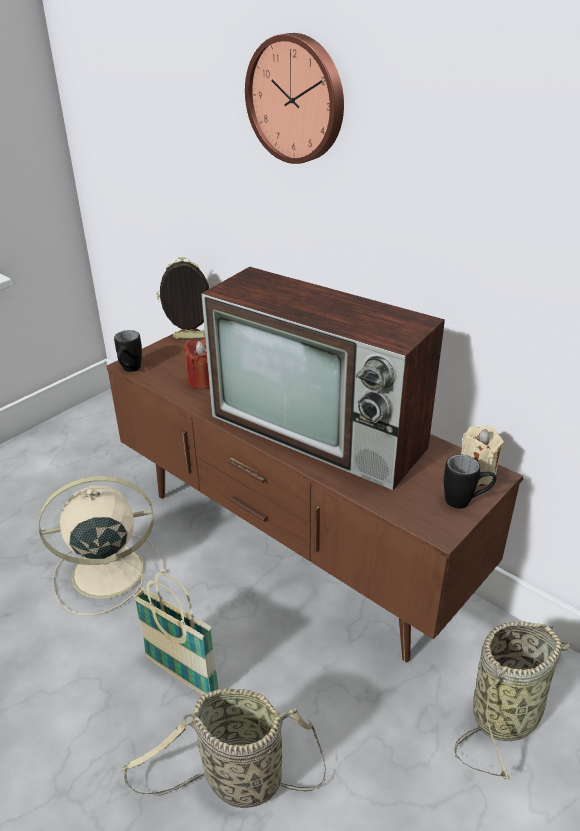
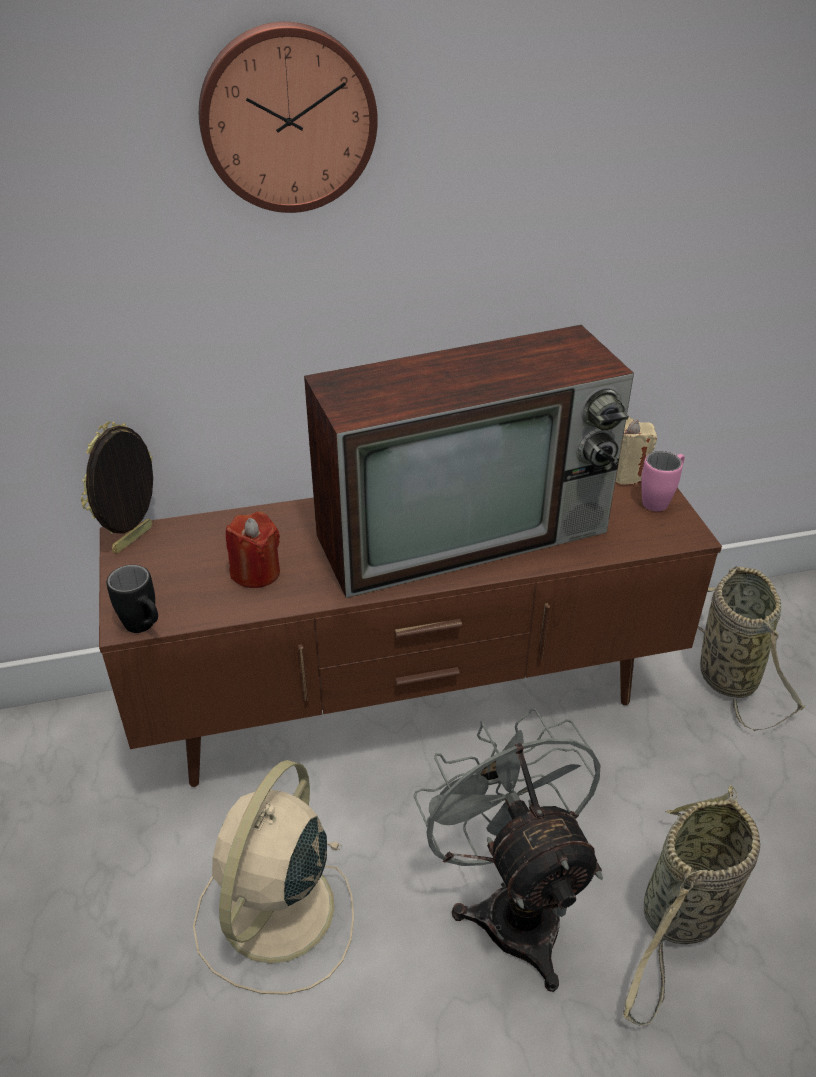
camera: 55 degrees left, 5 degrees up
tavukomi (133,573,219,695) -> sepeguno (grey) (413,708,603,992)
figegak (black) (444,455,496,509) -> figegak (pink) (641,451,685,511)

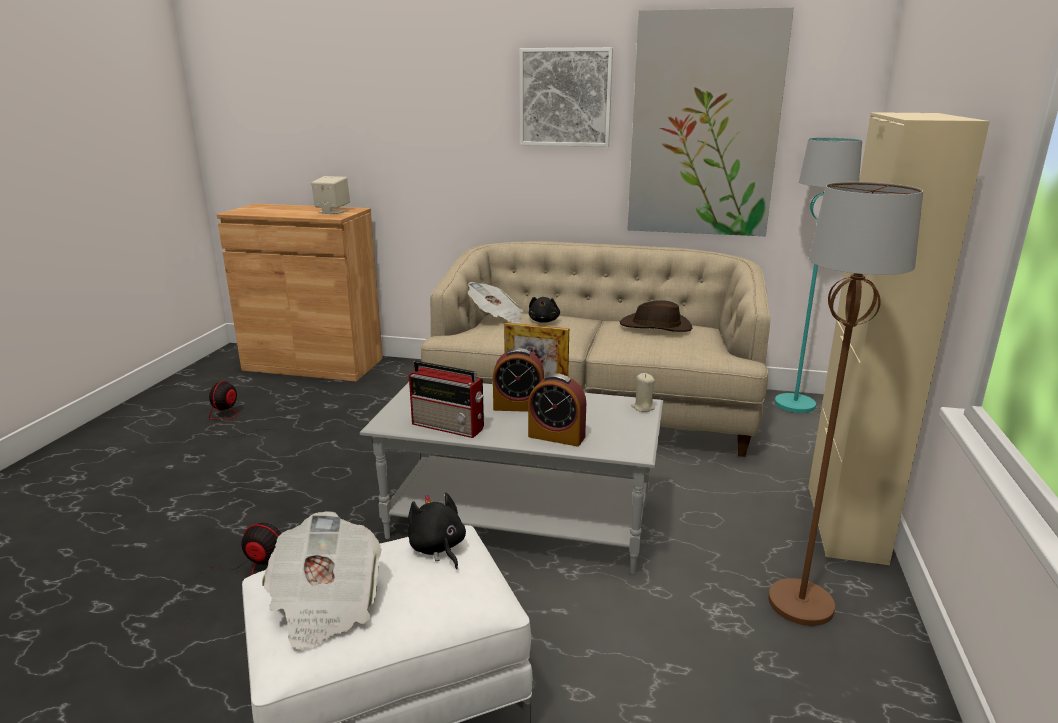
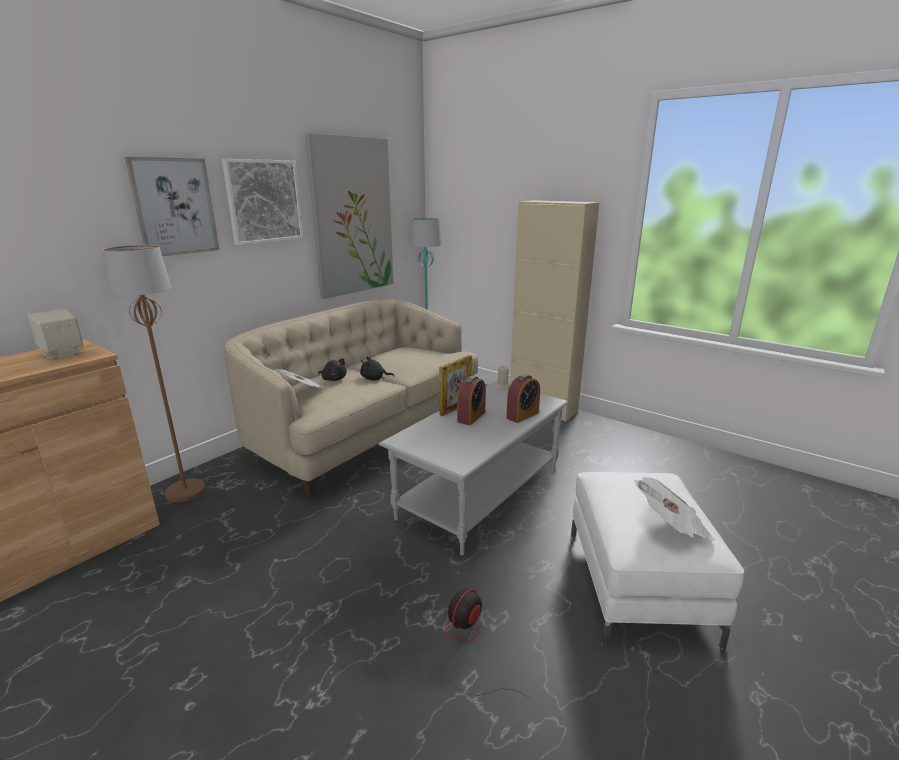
camera: 65 degrees left, 0 degrees up
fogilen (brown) (768,182,923,626) -> fogilen (brown) (102,245,206,502), relocated
none -> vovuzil (125,157,220,256)
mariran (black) (408,492,466,569) -> mariran (black) (360,356,394,380), relocated
sepeguno (209,381,273,438) -> none
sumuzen (409,361,484,438) -> none
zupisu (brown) (620,300,692,332) -> none

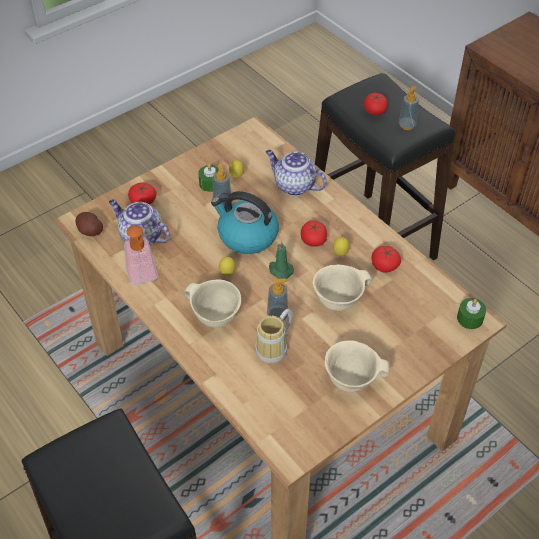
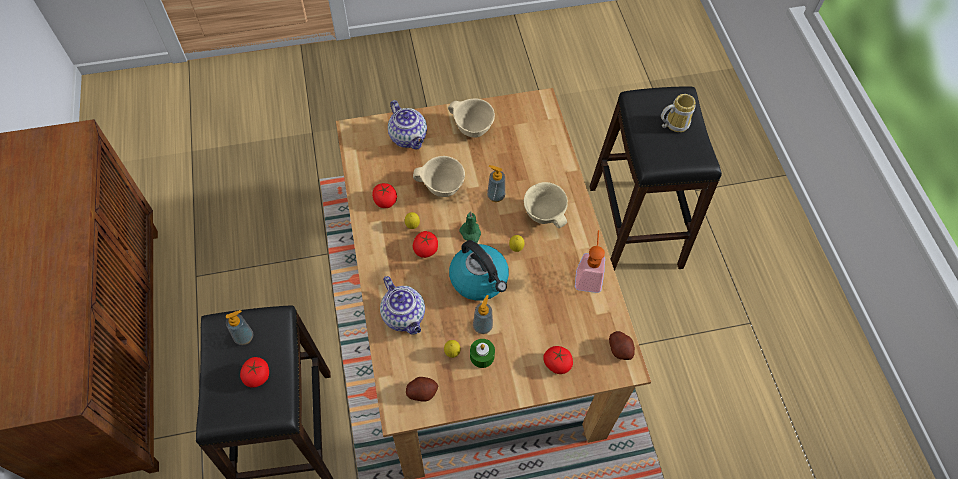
camera: 155 degrees left, 10 degrees up
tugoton (109,199,170,245) -> tugoton (388,100,427,149), relocated
none -> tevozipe (406,377,438,402)
figegak (255,309,293,364) -> figegak (661,94,696,132), relocated
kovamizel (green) (457,298,486,329) -> none

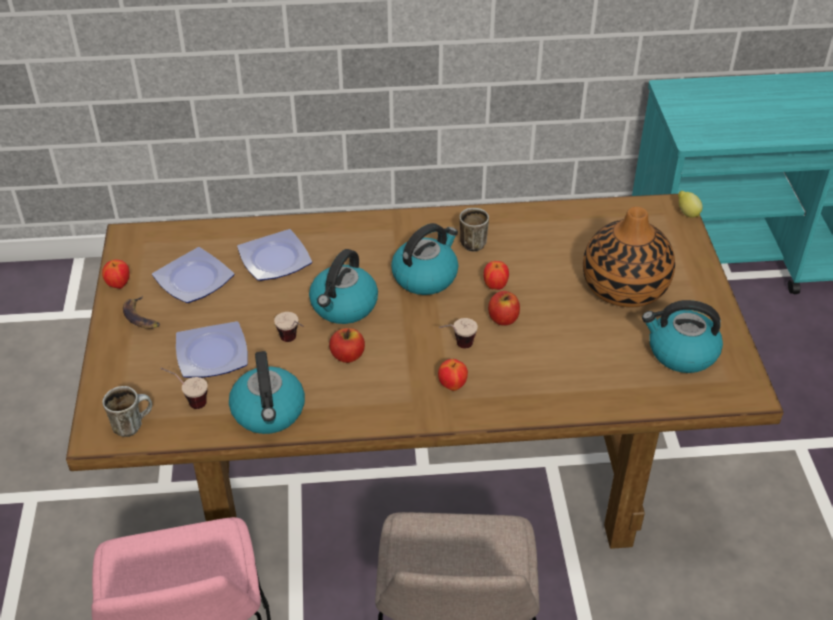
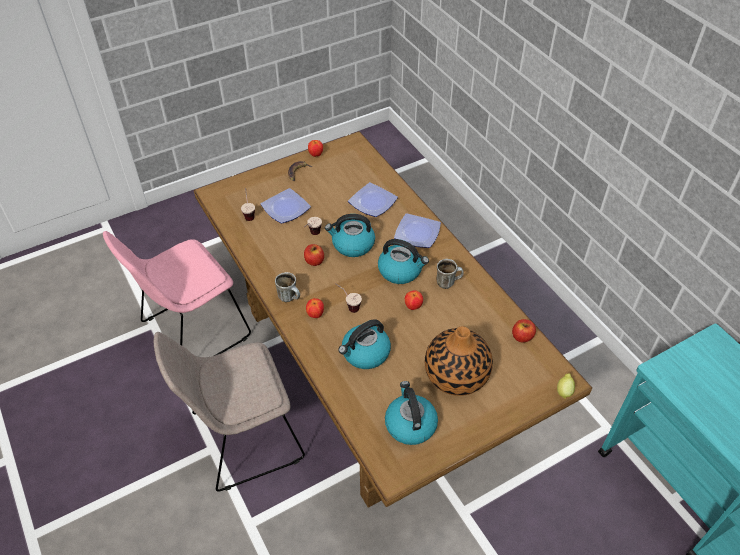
camera: 65 degrees right, 5 degrees up
figegak (102,386,152,437) -> figegak (275,272,300,302), relocated
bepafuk (229,351,305,434) -> bepafuk (338,319,391,369), relocated
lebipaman (152,247,234,303) -> lebipaman (394,213,441,248), relocated
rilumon (488,291,520,326) -> rilumon (512,319,536,343), relocated

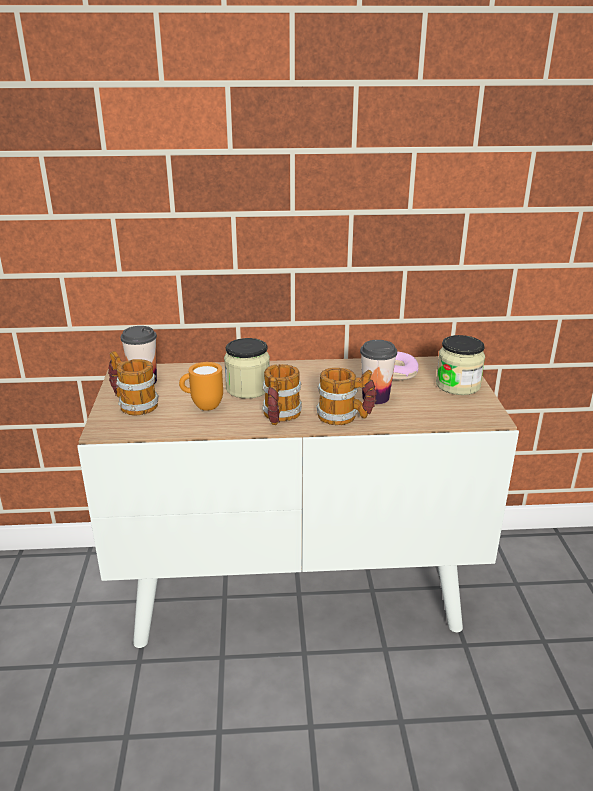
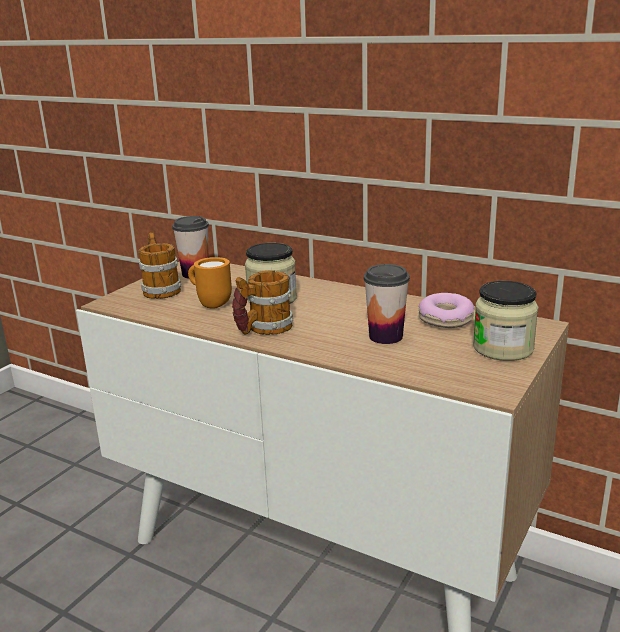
camera: 35 degrees right, 5 degrees down
figegak (316,368,377,425) -> none

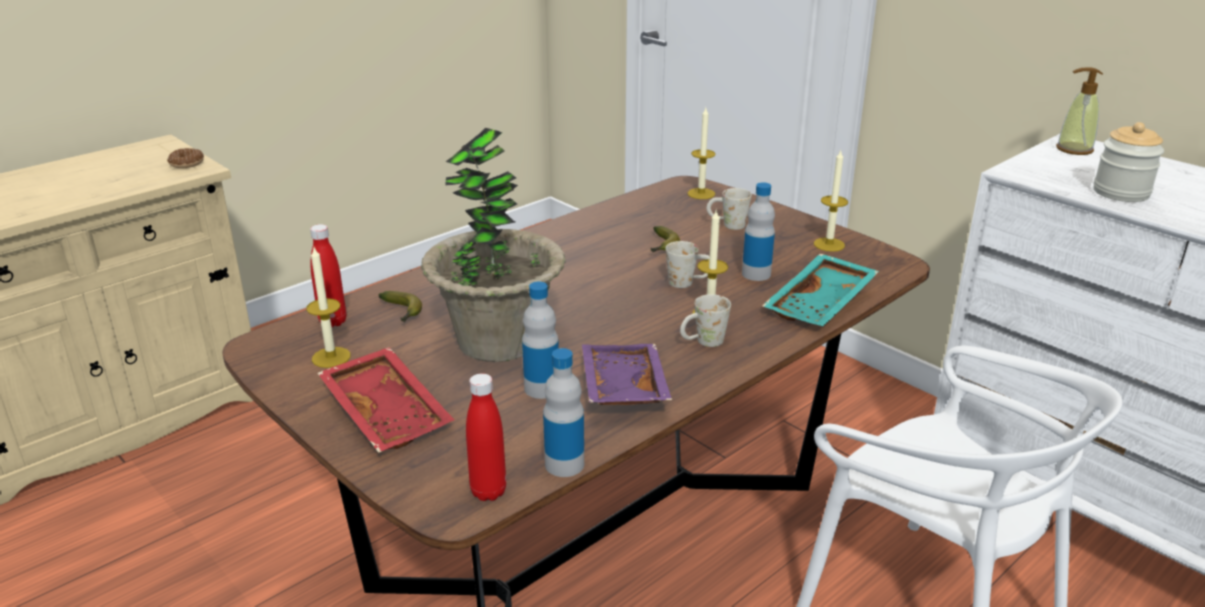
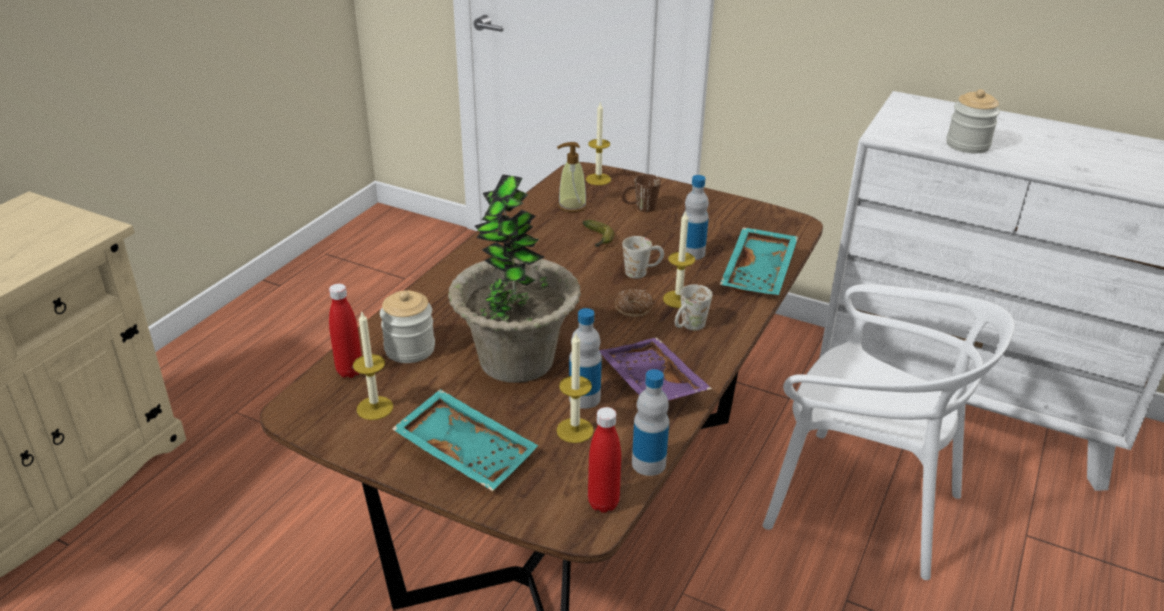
camera: 20 degrees left, 5 degrees up
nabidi (379,291,422,322) -> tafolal (380,290,435,363)
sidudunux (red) (317,347,454,453) -> sidudunux (turquoise) (392,389,538,491)
kovamizel (814,151,848,252) -> kovamizel (556,333,594,443), relocated
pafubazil (1056,68,1103,155) -> pafubazil (557,142,587,212), relocated
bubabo (167,148,204,168) -> bubabo (615,289,653,317), relocated
figegak (white) (706,188,752,230) -> figegak (brown) (621,174,661,212)

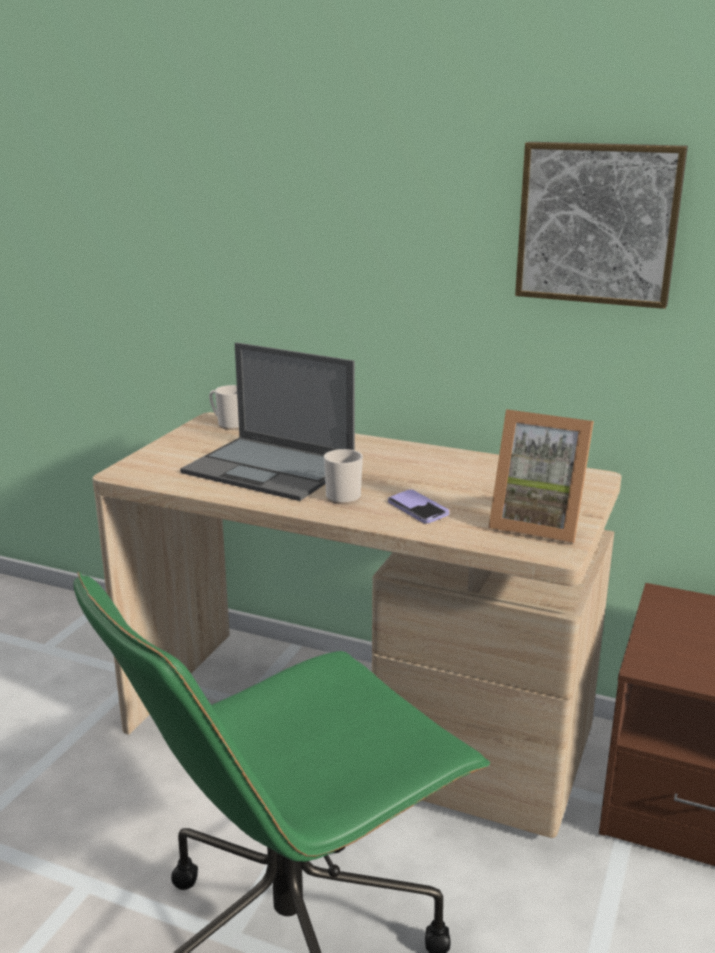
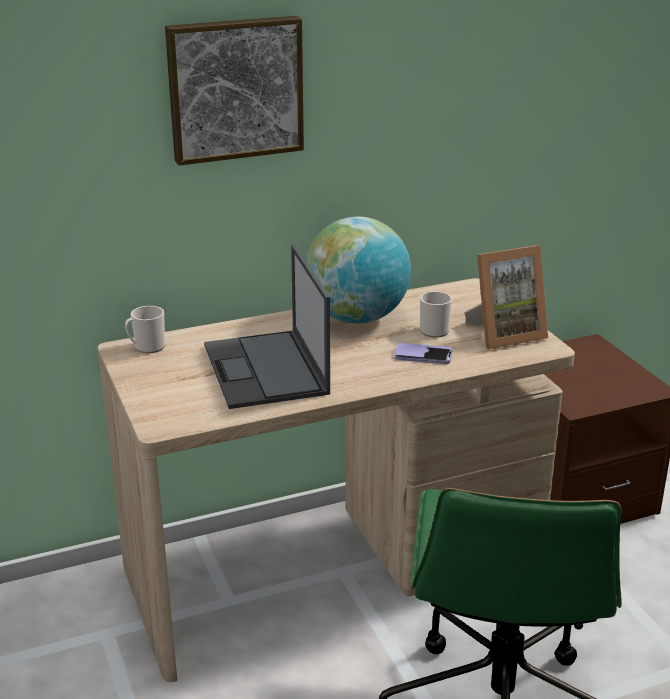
camera: 45 degrees left, 5 degrees up
vovuzil (515,142,688,309) -> vovuzil (165,16,304,166), relocated
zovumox (180,342,355,501) -> zovumox (204,244,330,409), 90 degrees clockwise
none -> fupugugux (305,217,411,324)
figegak (324,449,363,504) -> figegak (420,291,452,338), relocated

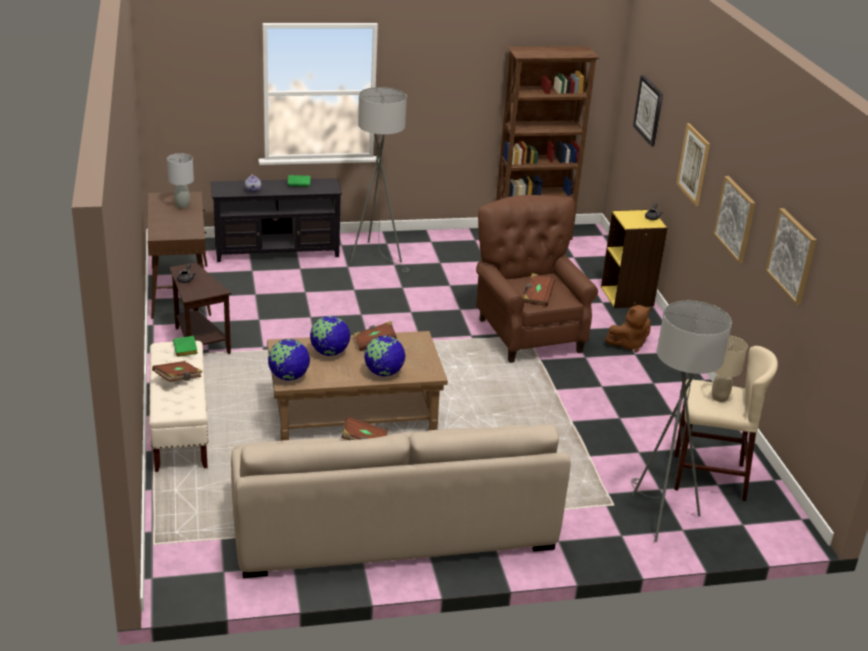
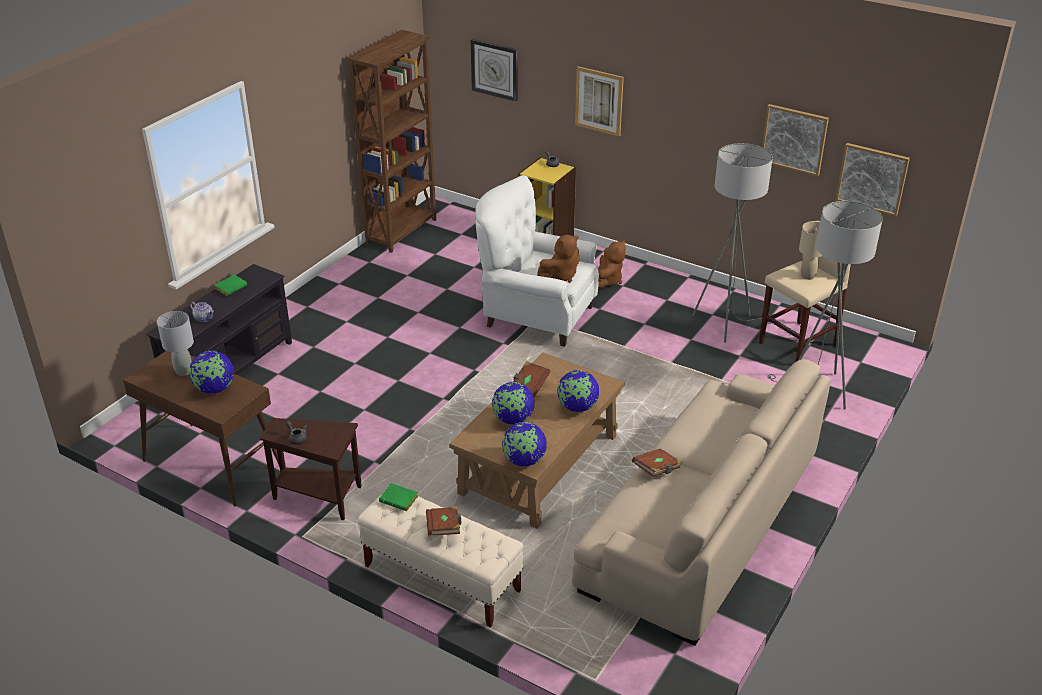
camera: 45 degrees left, 5 degrees up
none -> fupugugux (189,351,234,394)
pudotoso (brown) (476,195,598,363) -> pudotoso (white) (475,175,599,347)
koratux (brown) (524,273,556,306) -> mariran (brown) (537,235,579,283)
fogilen (grey) (350,87,410,272) -> fogilen (grey) (692,143,773,343), relocated
vovuzil (713,176,756,263) -> vovuzil (836,143,910,216), relocated

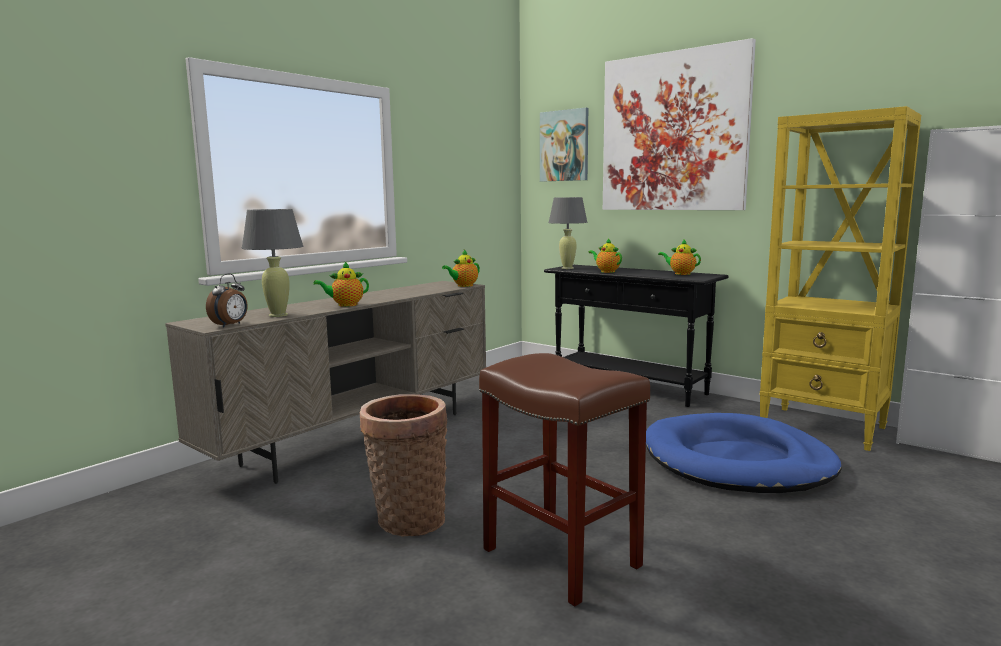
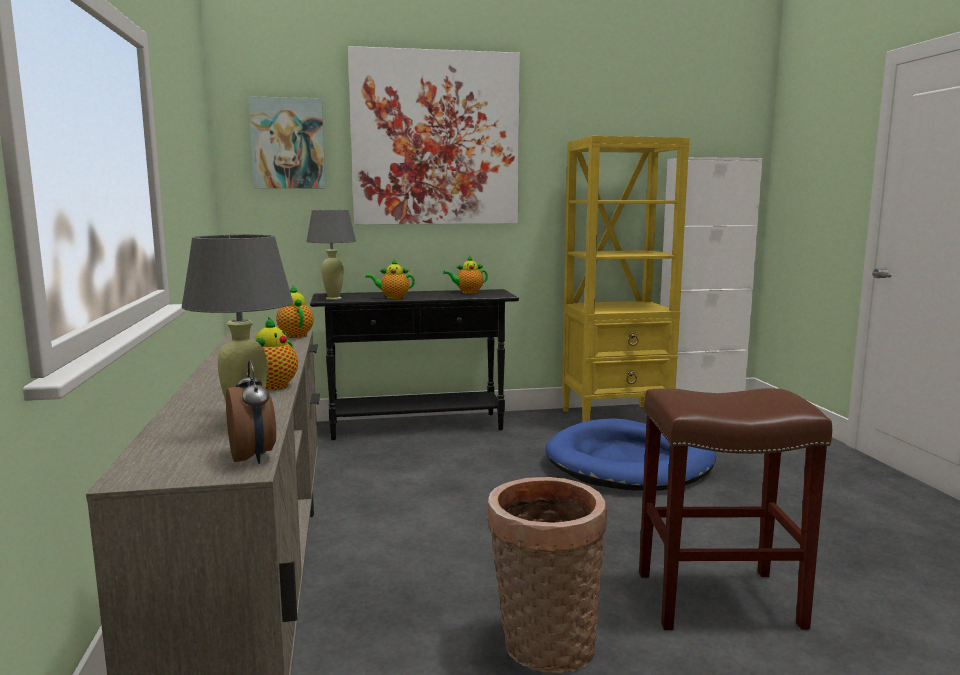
camera: 50 degrees left, 0 degrees up
tugoton (442,250,480,287) -> tugoton (276,285,314,338), 150 degrees clockwise

